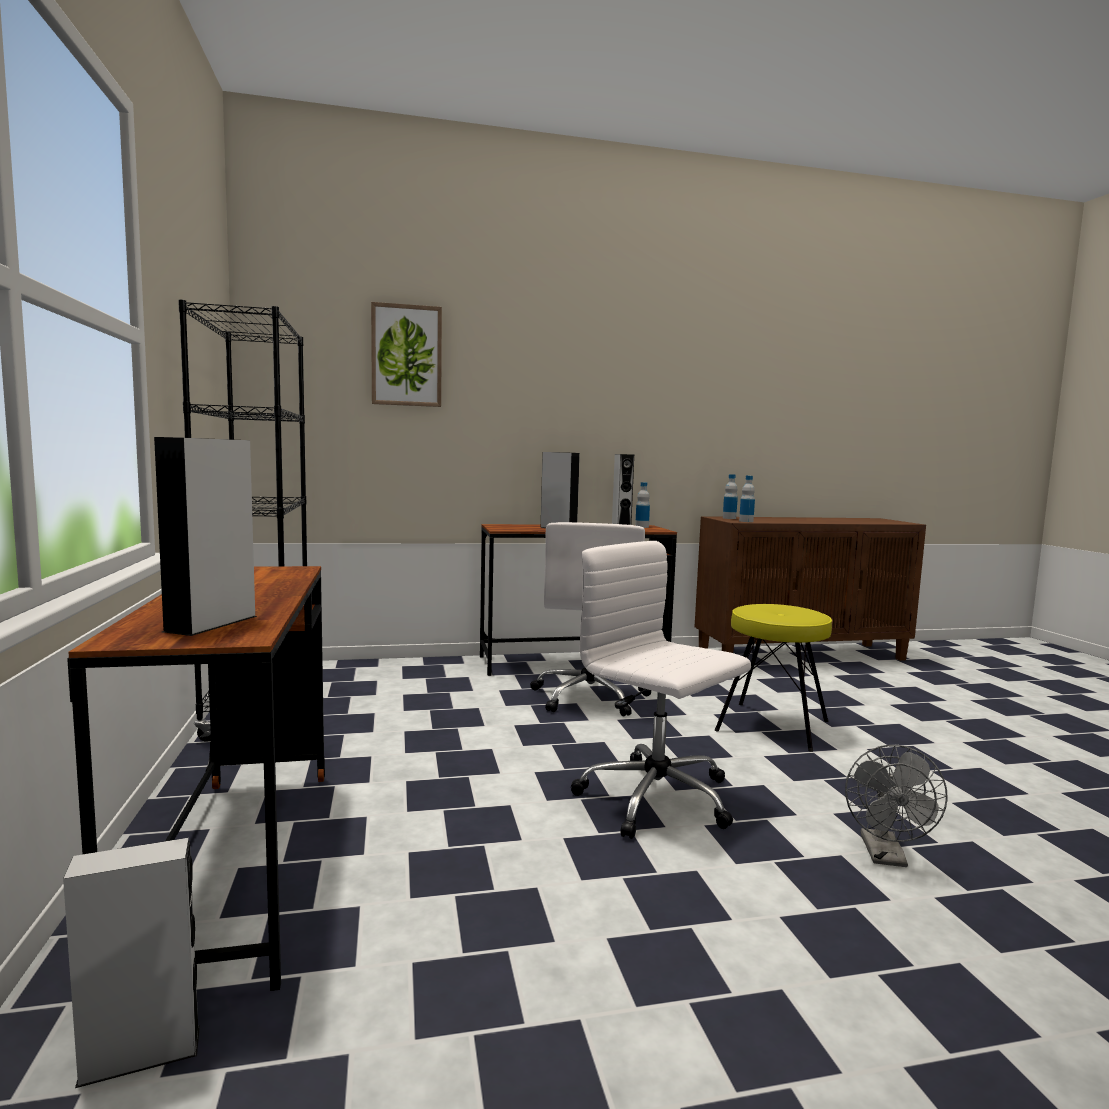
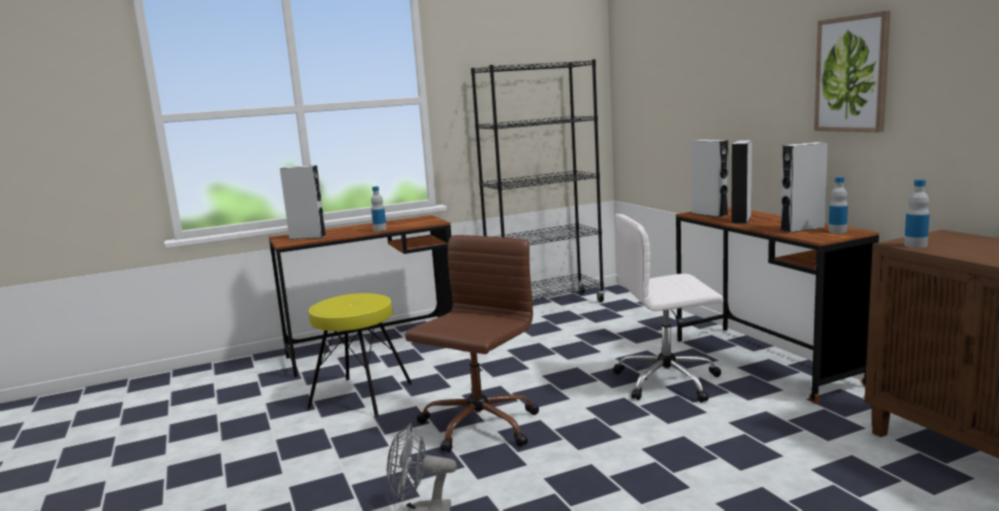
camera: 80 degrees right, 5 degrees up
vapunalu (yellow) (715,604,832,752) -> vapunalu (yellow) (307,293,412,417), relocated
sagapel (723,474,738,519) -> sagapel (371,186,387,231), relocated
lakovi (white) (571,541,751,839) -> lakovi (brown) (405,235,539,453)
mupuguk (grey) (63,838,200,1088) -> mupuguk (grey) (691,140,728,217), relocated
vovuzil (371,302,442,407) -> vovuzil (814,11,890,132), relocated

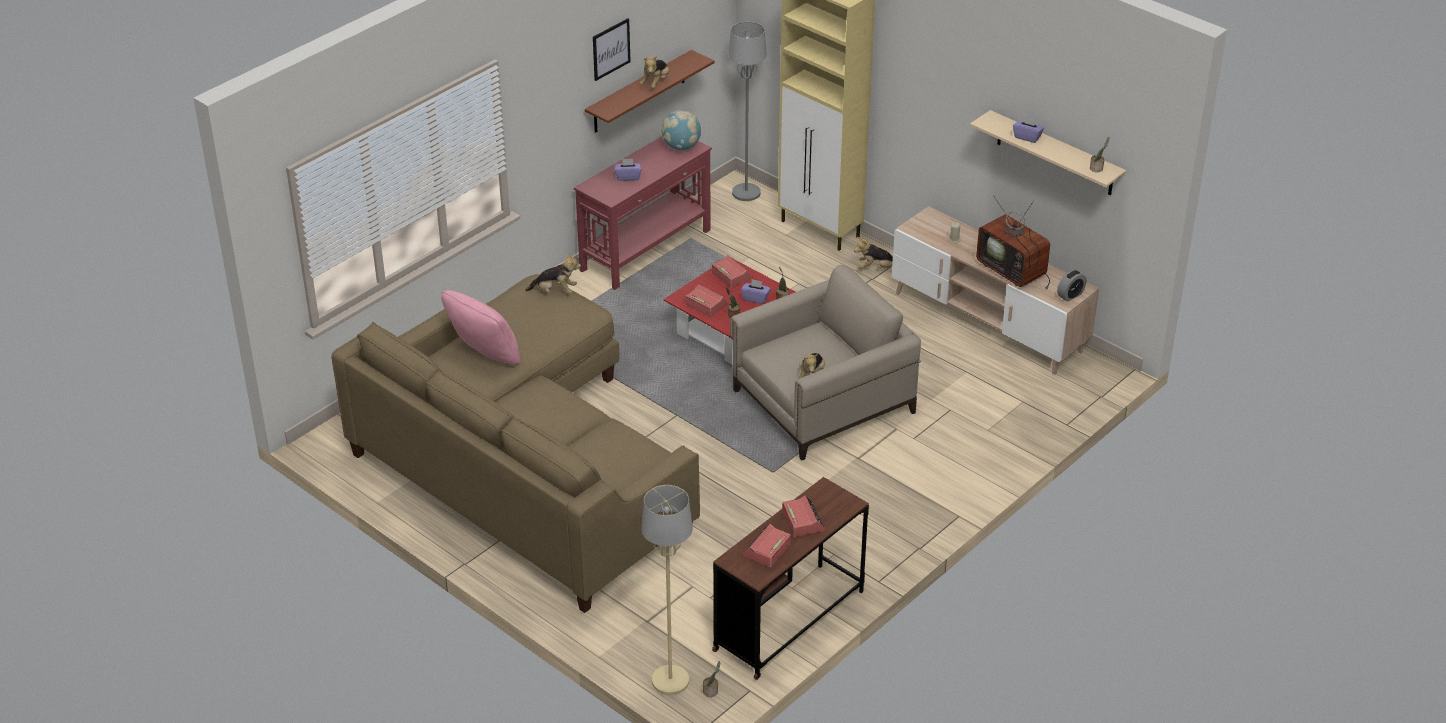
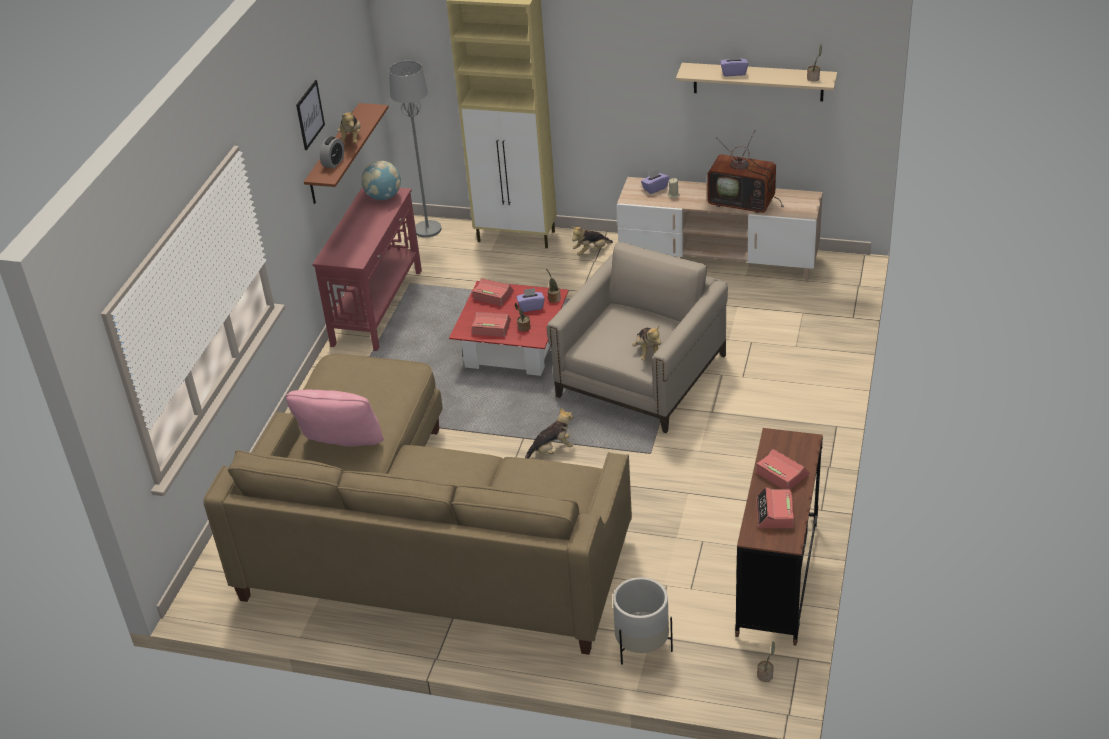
camera: 25 degrees left, 0 degrees up
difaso (1057,270,1086,302) -> difaso (320,136,344,169), relocated
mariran (525,252,581,293) -> mariran (525,407,573,458), relocated
none -> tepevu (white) (613,577,673,665)
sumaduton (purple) (615,159,641,181) -> sumaduton (purple) (641,169,669,194), relocated
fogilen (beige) (641,485,693,695) -> none

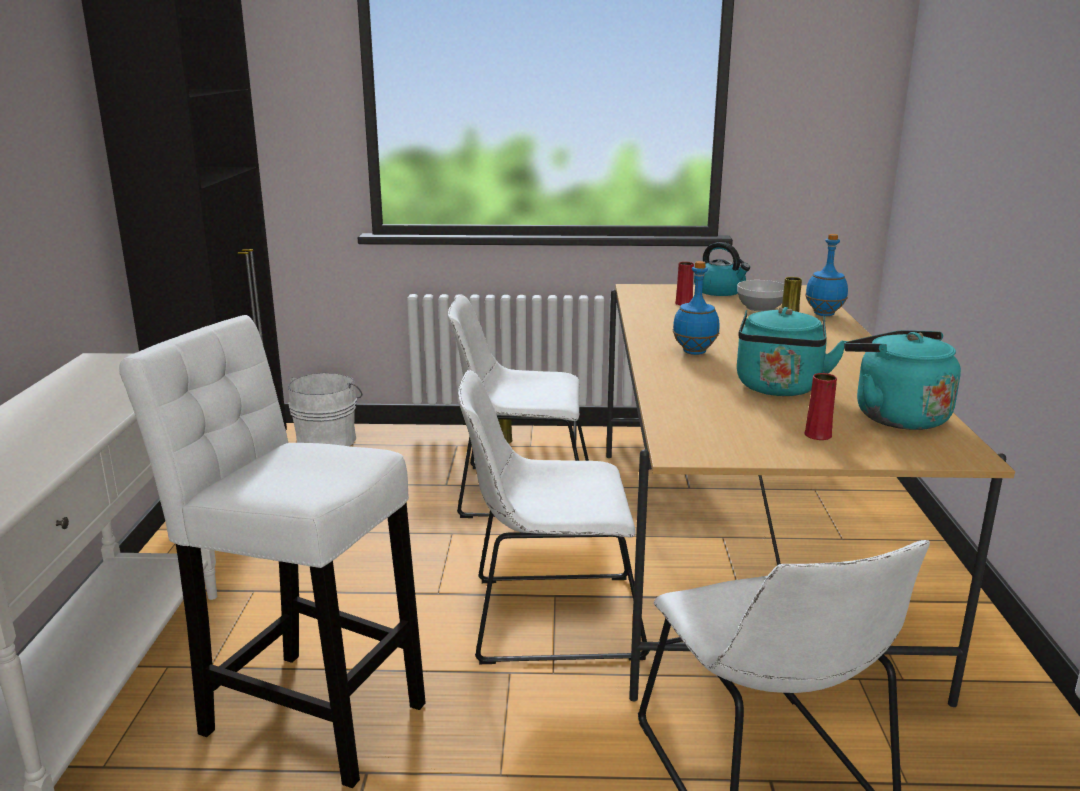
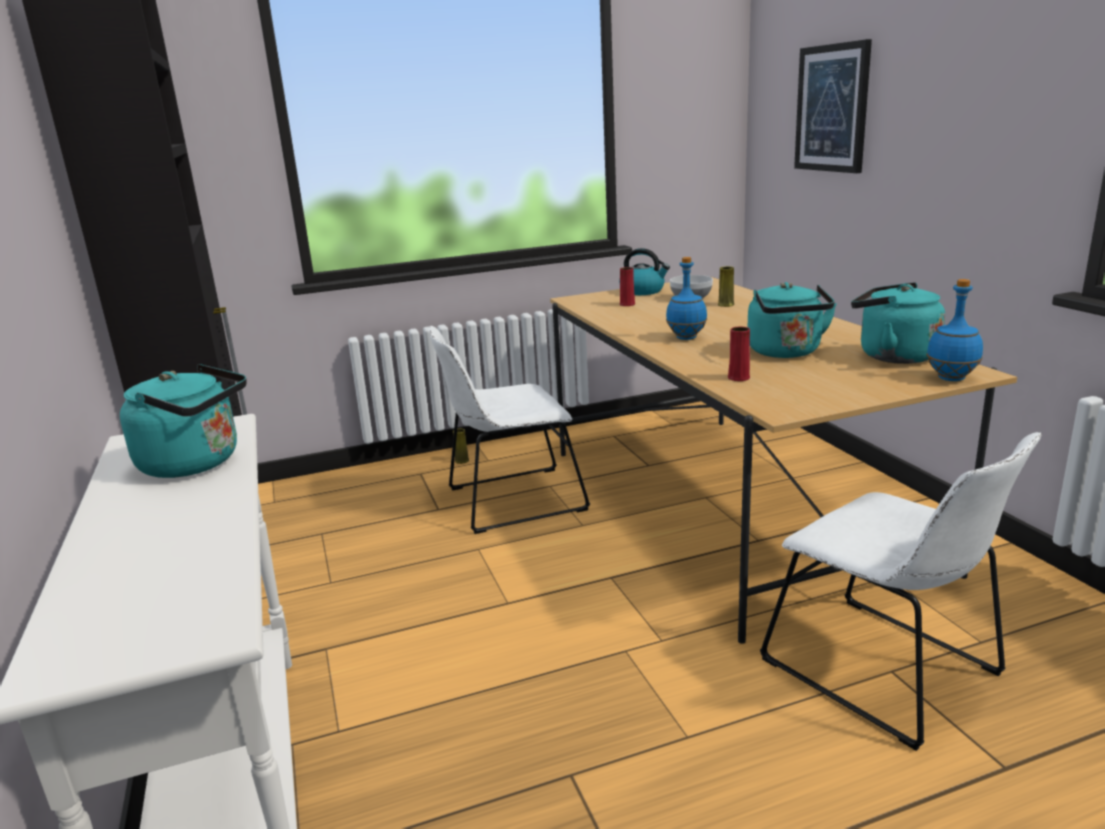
camera: 20 degrees left, 0 degrees up
none -> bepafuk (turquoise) (120,364,247,478)
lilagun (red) (804,373,837,440) -> lilagun (red) (728,327,750,381), relocated
none -> vovuzil (794,39,872,173)
sagapel (blue) (805,234,848,316) -> sagapel (blue) (926,279,983,381), relocated
vapunalu (white) (119,315,426,788) -> none
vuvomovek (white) (288,373,362,446) -> none
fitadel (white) (458,370,650,664) -> none

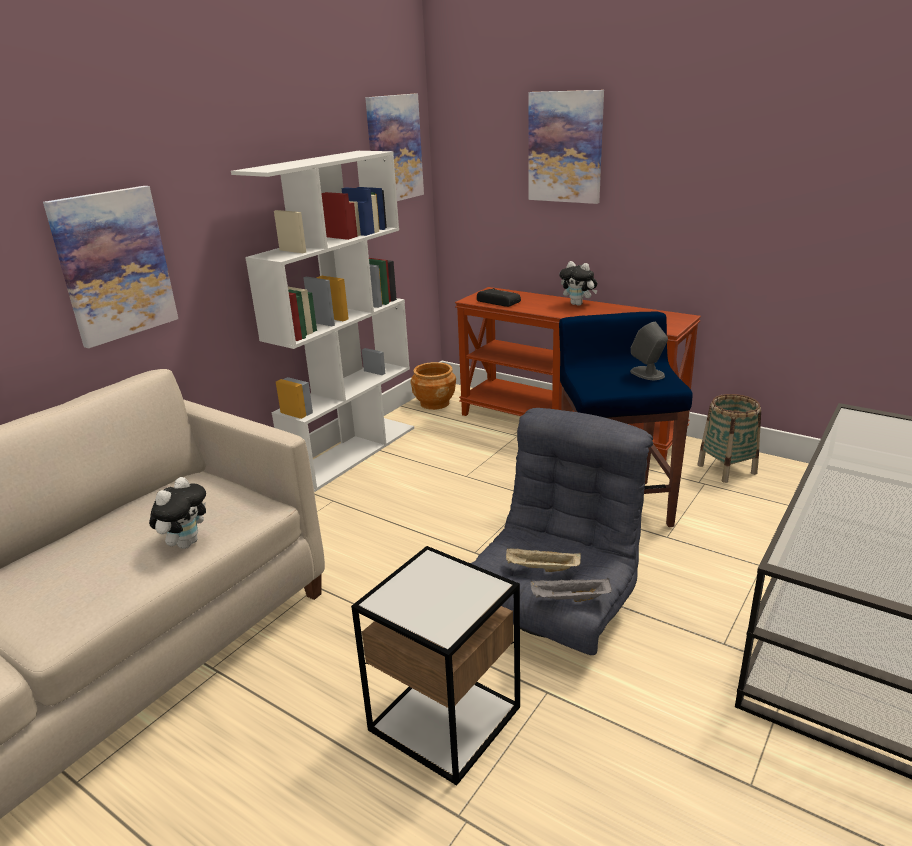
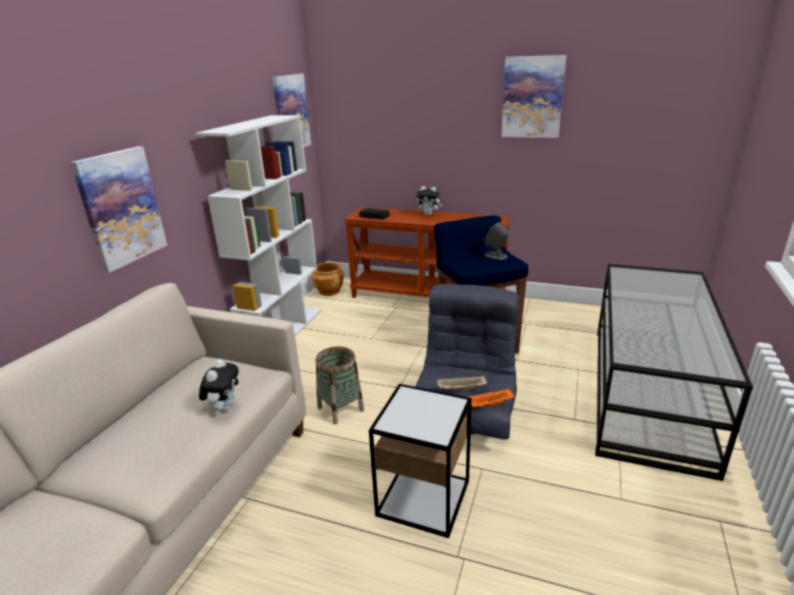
camera: 15 degrees left, 0 degrees up
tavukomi (697,394,761,483) -> tavukomi (316,347,364,424), relocated
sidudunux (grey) (530,578,612,602) -> sidudunux (orange) (466,388,514,407)
vovuzil (528,90,604,204) -> vovuzil (502,55,567,138), relocated

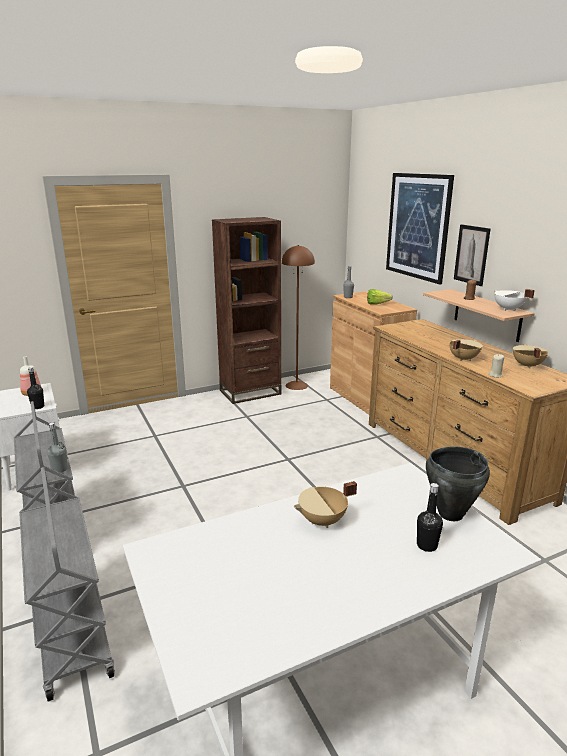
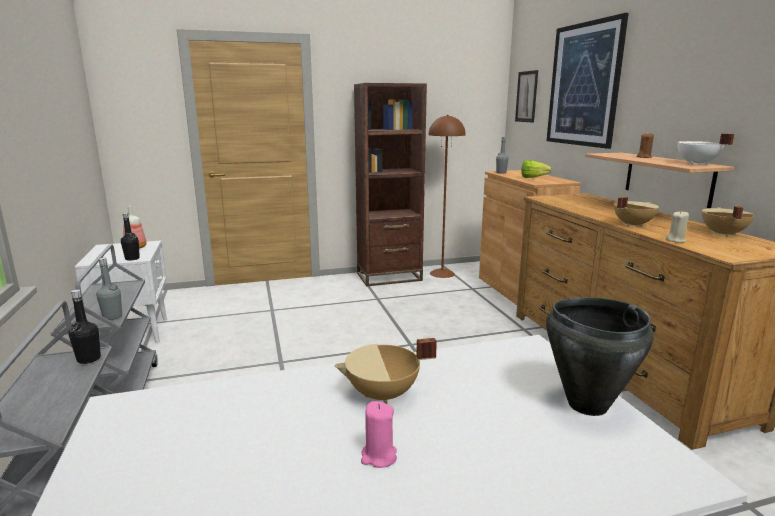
camera: 10 degrees right, 5 degrees down
sagapel (black) (417,483,443,552) -> sagapel (black) (69,289,101,364), relocated
none -> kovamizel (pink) (361,401,397,468)
vovuzil (454,224,490,286) -> vovuzil (515,70,538,123), relocated

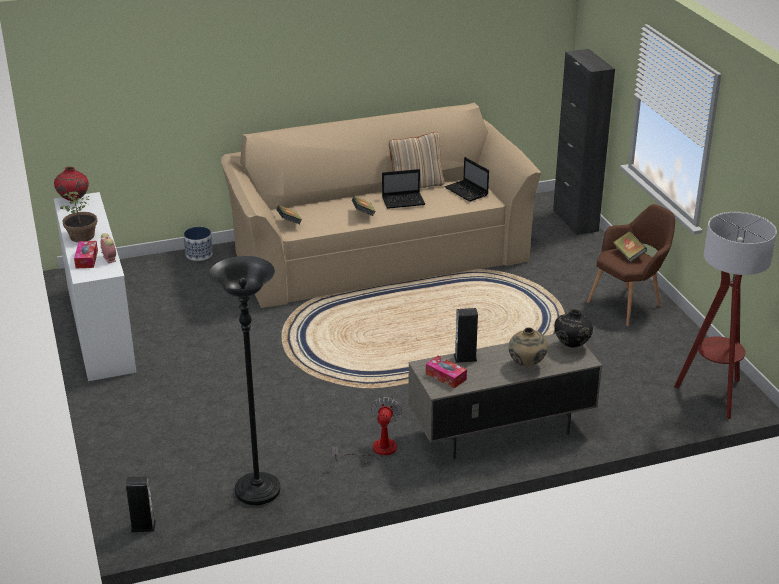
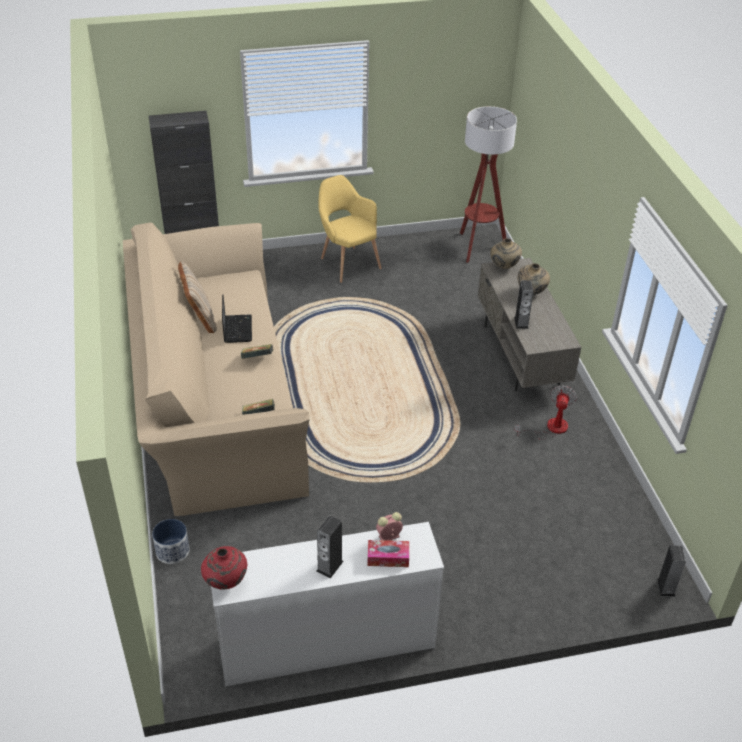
camera: 85 degrees left, 10 degrees up
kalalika (60,191,97,242) -> mupuguk (316,516,344,579)
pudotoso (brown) (587,204,675,326) -> pudotoso (yellow) (319,175,381,283)
lilagun (black) (554,309,593,348) -> lilagun (beige) (490,238,522,269)
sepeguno (331,397,402,463) -> sepeguno (514,385,577,440), 90 degrees clockwise
fogilen (black) (209,256,280,505) -> none
sumaduton (426,356,467,388) -> none
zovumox (444,157,489,202) -> none
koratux (613,231,647,262) -> none

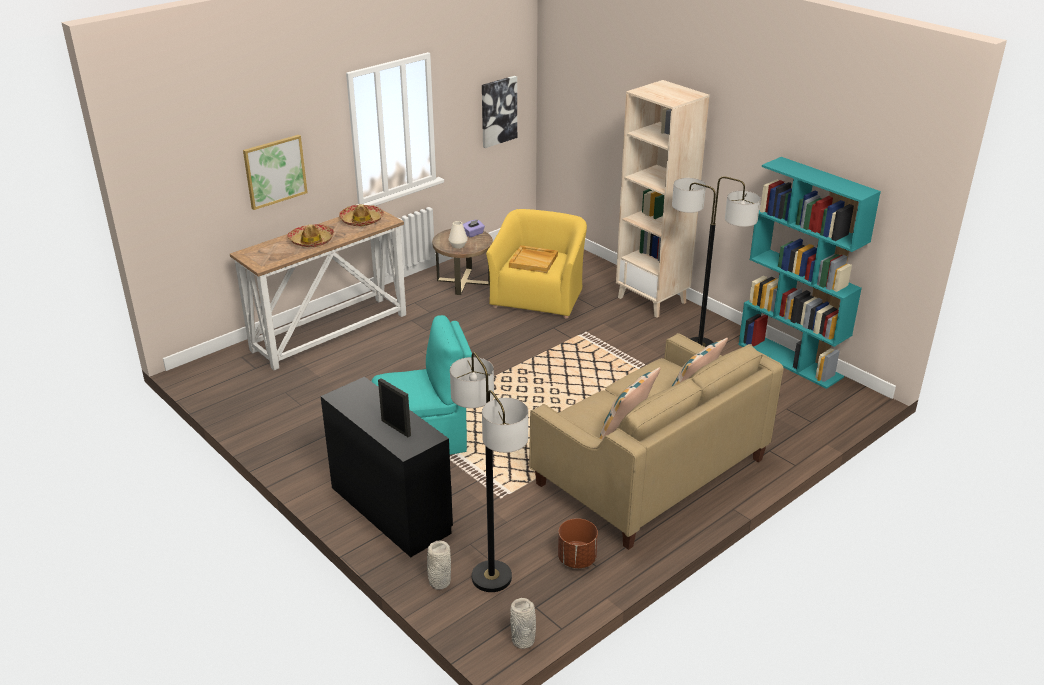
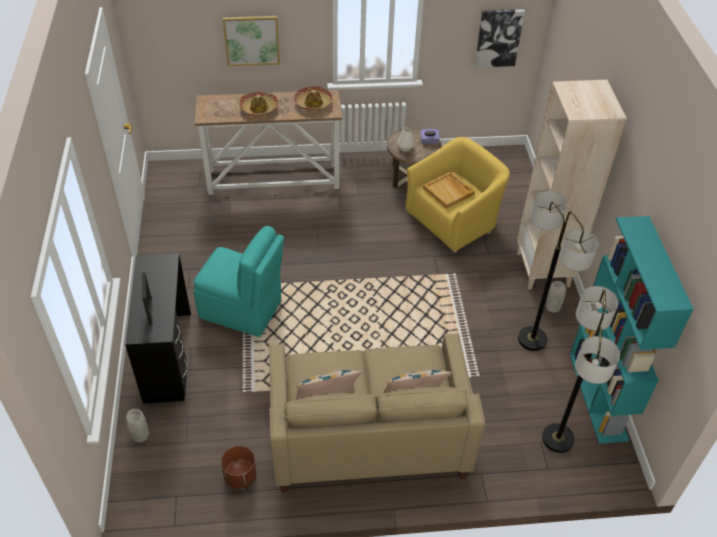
camera: 35 degrees right, 15 degrees up
fogilen (450,352,528,592) -> fogilen (542,286,620,453), relocated
lilagun (grey) (510,598,536,649) -> lilagun (grey) (546,281,566,313), relocated

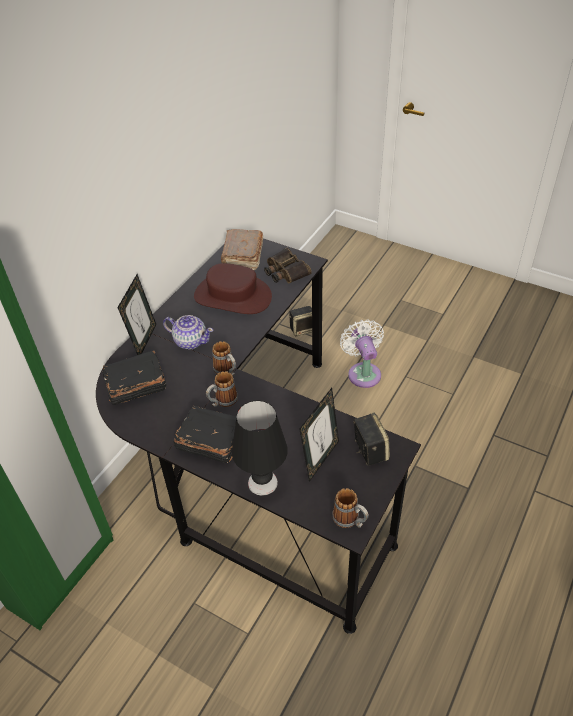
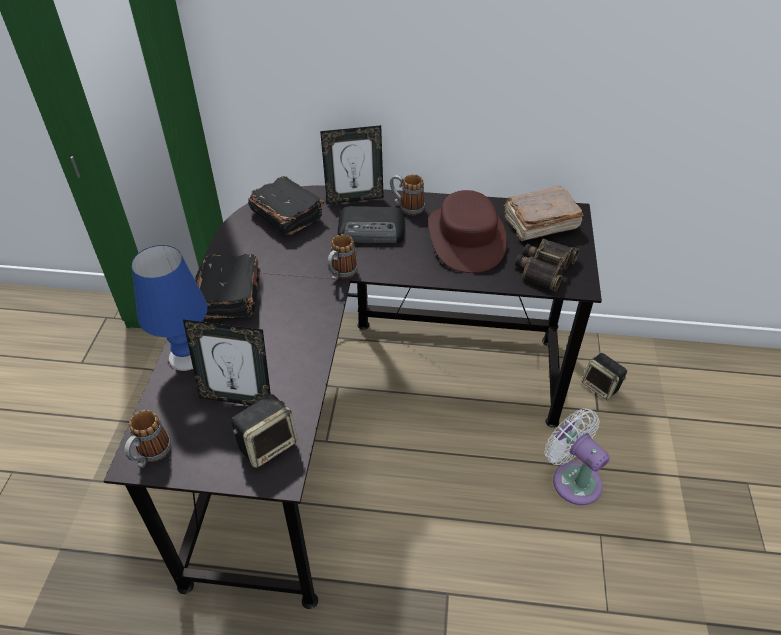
camera: 65 degrees right, 0 degrees up
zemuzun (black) (232,401,288,496) -> zemuzun (blue) (131,245,208,371)
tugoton (163,315,213,350) -> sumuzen (338,206,405,244)
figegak (206,371,238,407) -> figegak (390,174,425,215), relocated
sepeguno (white) (340,319,384,388) -> sepeguno (white) (545,408,610,505), 90 degrees counterclockwise

